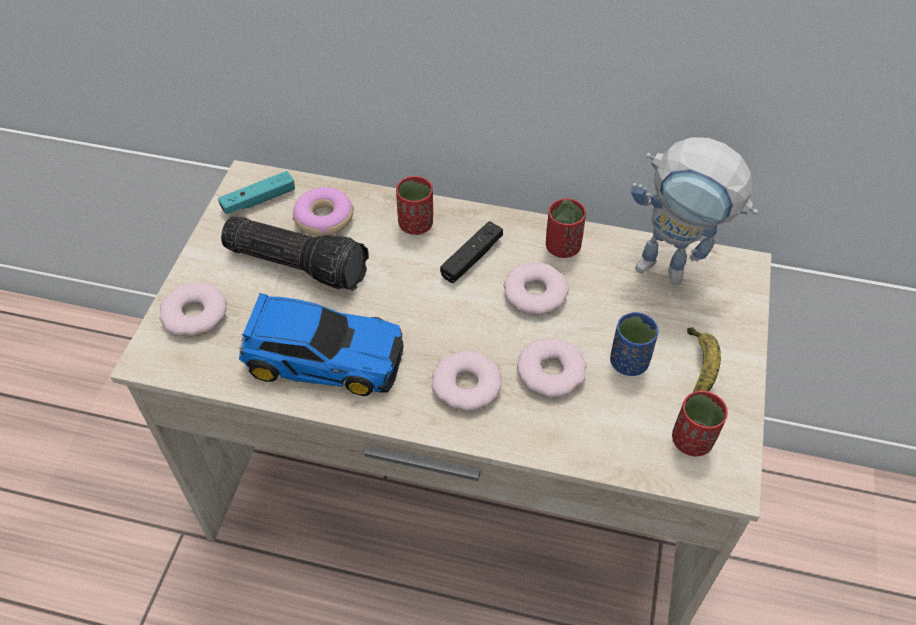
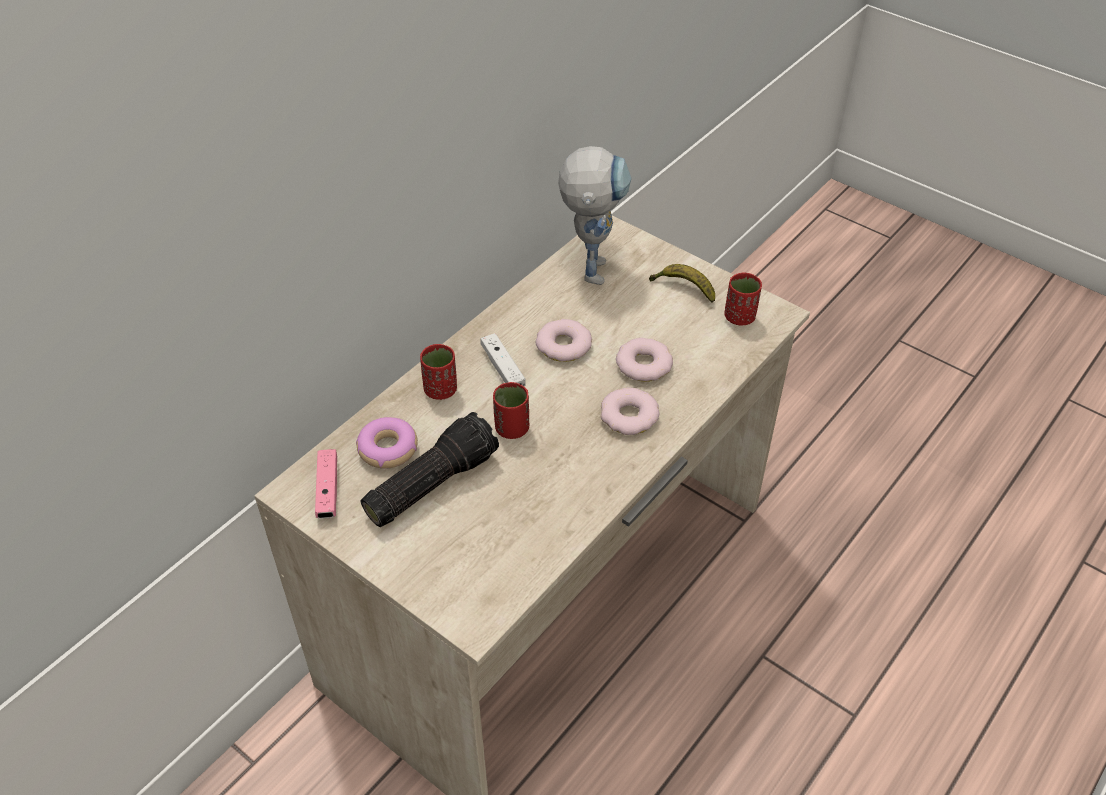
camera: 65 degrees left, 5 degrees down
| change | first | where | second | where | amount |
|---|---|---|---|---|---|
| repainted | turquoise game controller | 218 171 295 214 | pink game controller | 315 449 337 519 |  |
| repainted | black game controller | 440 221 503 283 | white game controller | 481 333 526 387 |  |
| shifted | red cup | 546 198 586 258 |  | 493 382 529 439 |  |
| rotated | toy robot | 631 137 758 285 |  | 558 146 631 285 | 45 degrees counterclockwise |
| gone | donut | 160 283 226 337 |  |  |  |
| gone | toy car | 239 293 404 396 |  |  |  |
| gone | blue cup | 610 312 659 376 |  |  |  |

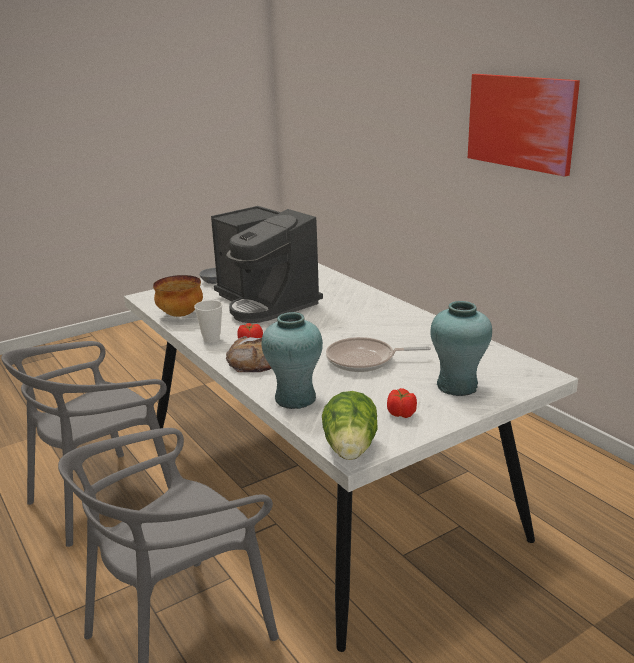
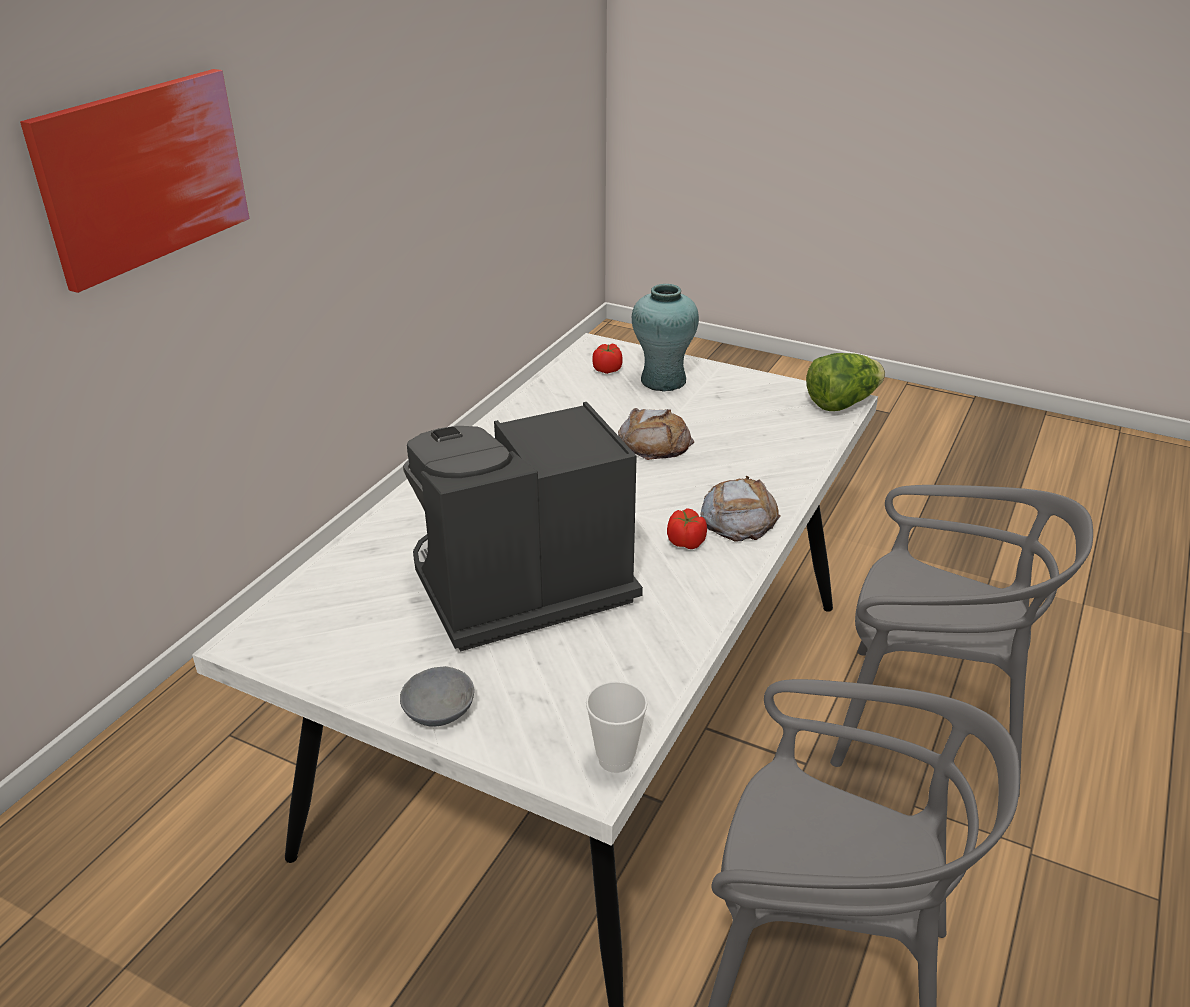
camera: 120 degrees left, 10 degrees up
| change | first | where | second | where | amount |
|---|---|---|---|---|---|
| rotated | coffee machine | 211 206 323 323 |  | 403 402 643 652 | 135 degrees counterclockwise |
| shifted | cup | 194 300 223 343 |  | 586 681 647 773 |  |
| shifted | tomato | 387 388 417 418 |  | 593 344 622 374 |  |
| swapped | frying pan | 326 337 431 372 | bread | 618 408 694 460 |  |
| gone | bowl | 153 275 203 317 |  |  |  |
| gone | turquoise vase | 262 312 323 409 |  |  |  |

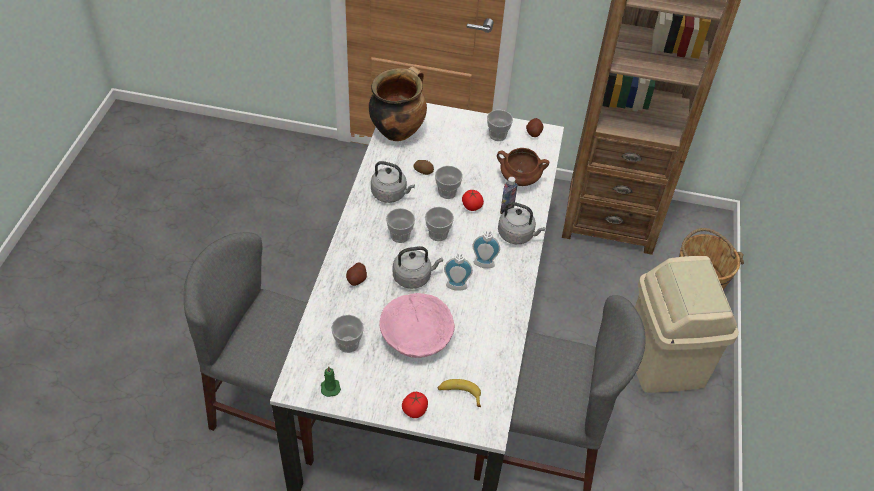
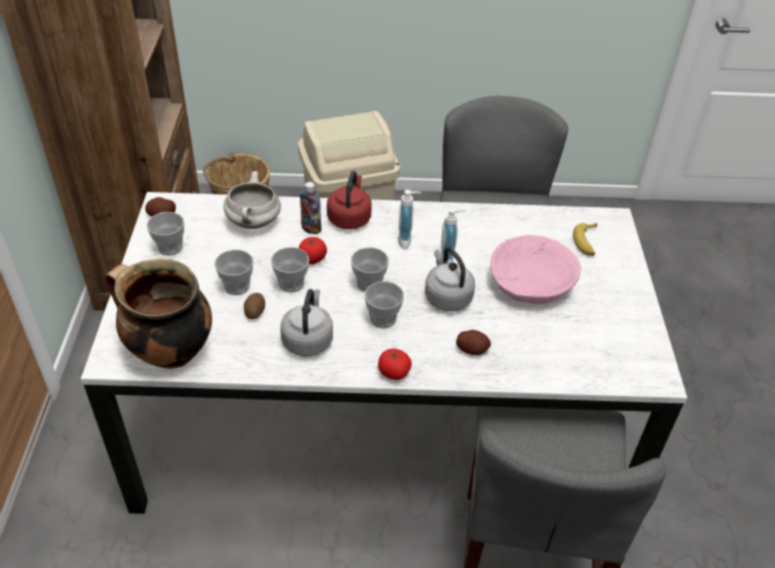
camera: 100 degrees left, 5 degrees down
| change | first | where | second | where | amount |
|---|---|---|---|---|---|
| shifted | cup | 331 315 364 353 |  | 214 250 253 295 |  |
| repainted | brown cooking pot | 497 148 549 186 | white cooking pot | 223 171 281 229 |  |
| repainted | grey kettle | 498 202 545 244 | red kettle | 327 171 372 229 |  |
| shifted | tomato | 402 392 428 418 |  | 378 349 412 380 |  |
| gone | green candle | 321 367 341 397 |  |  |  |

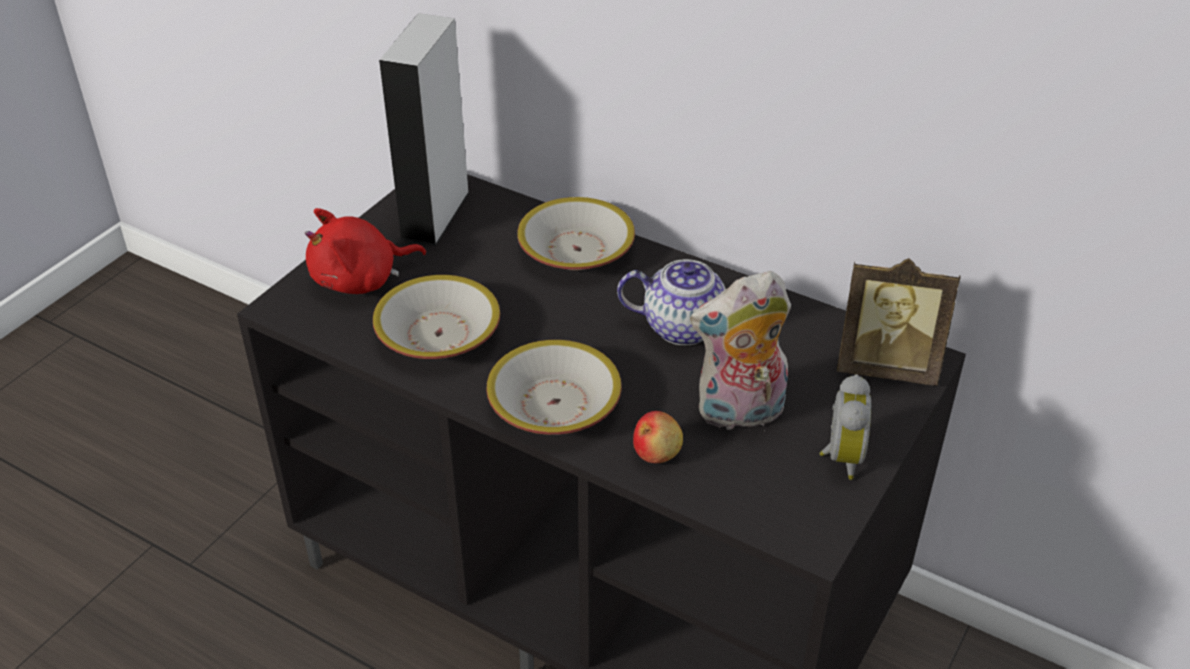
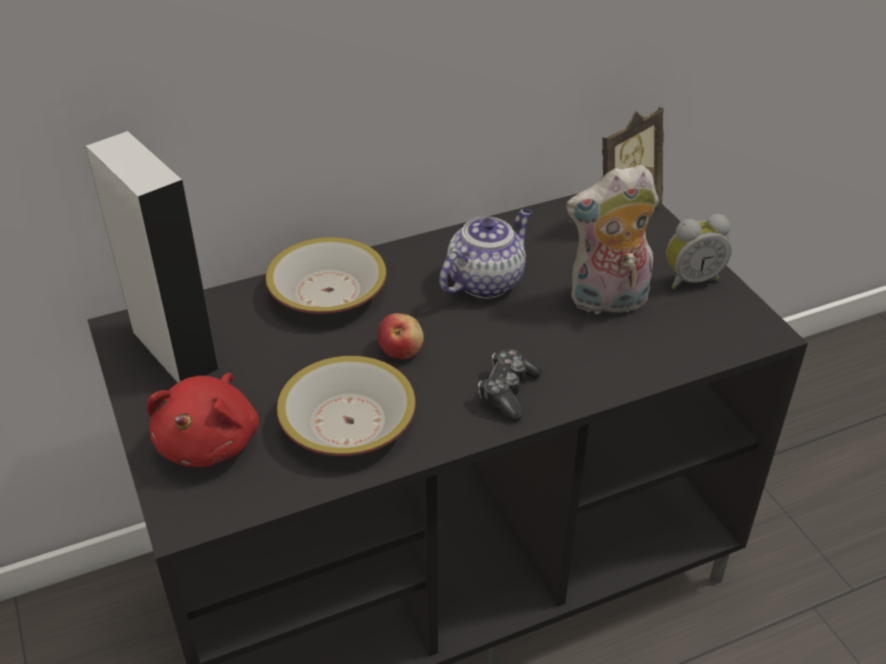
camera: 55 degrees left, 0 degrees up
| change | first | where | second | where | amount |
|---|---|---|---|---|---|
| shifted | apple | 633 411 683 463 |  | 377 313 424 359 |  |
| swapped | bowl | 486 340 622 435 | game controller | 478 349 542 421 |  |
| rotated | plush toy | 690 271 791 431 |  | 566 165 659 317 | 60 degrees clockwise |
| rotated | alarm clock | 819 374 871 480 |  | 666 214 732 289 | 120 degrees clockwise |

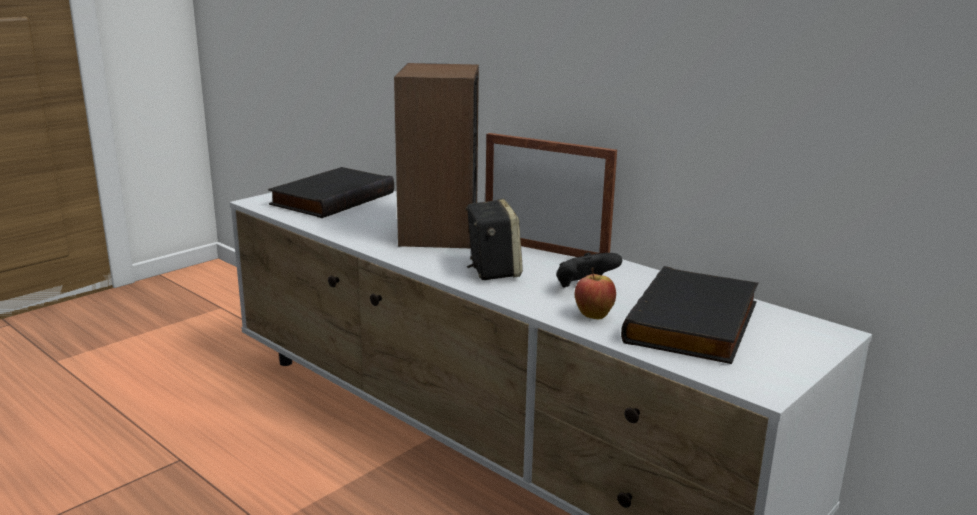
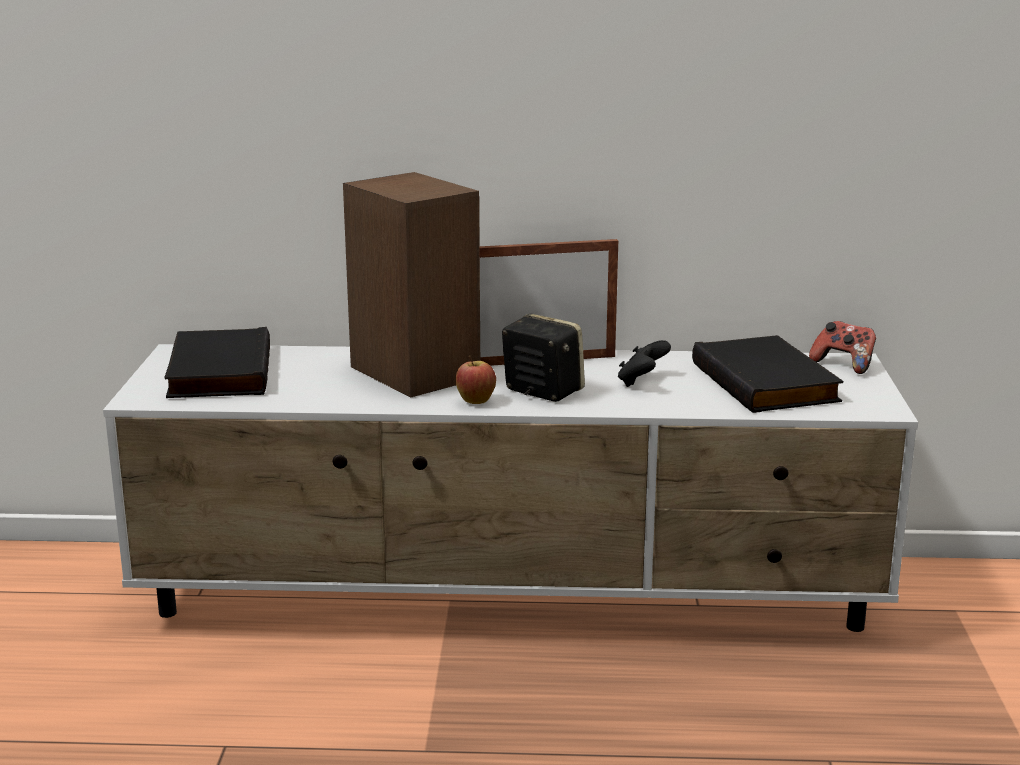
camera: 40 degrees left, 0 degrees up
| change | first | where | second | where | amount |
|---|---|---|---|---|---|
| shifted | apple | 575 268 616 319 |  | 456 355 496 404 |  |
| new |  |  | game controller | 809 321 876 374 |  |

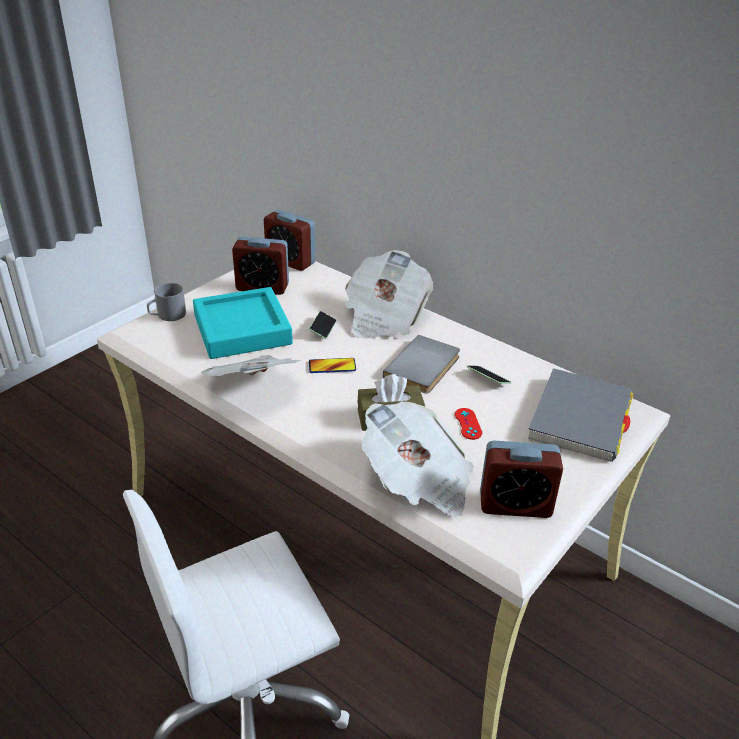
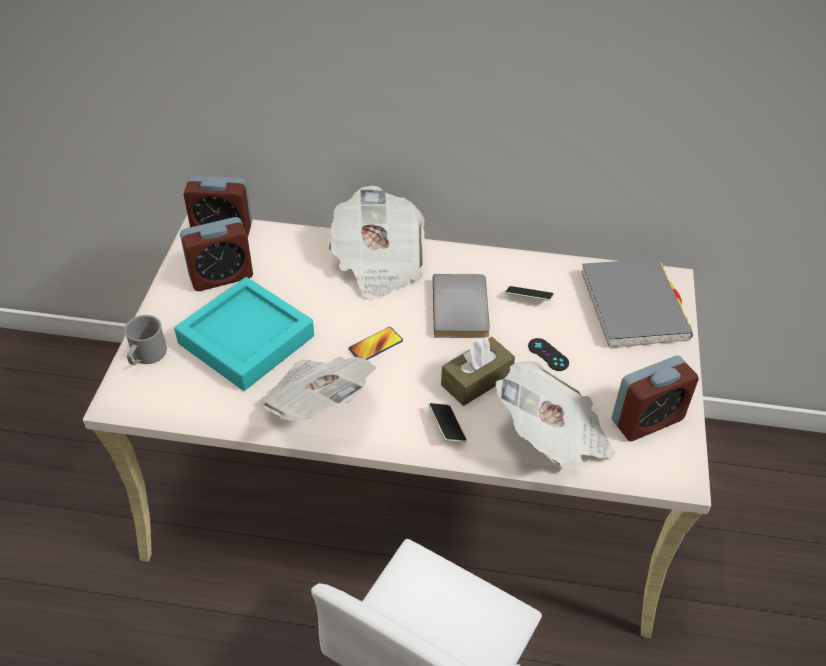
camera: 30 degrees left, 10 degrees up
| change | first | where | second | where | amount |
|---|---|---|---|---|---|
| shifted | phone | 309 311 336 339 |  | 428 403 467 442 |  |
| repainted | red game controller | 455 408 482 440 | black game controller | 528 338 569 371 |  |

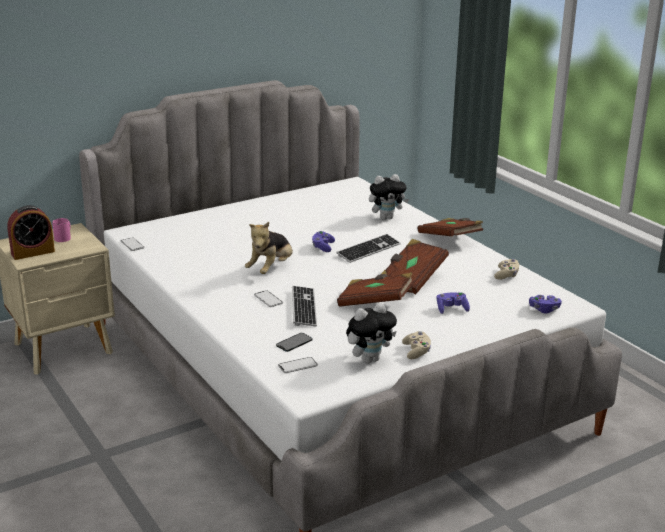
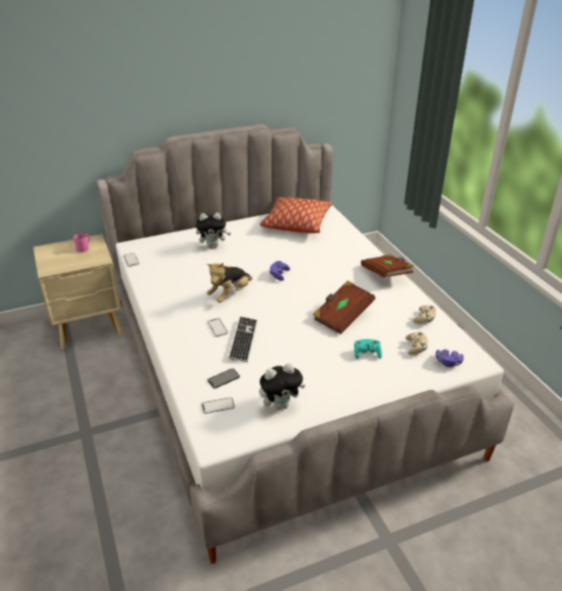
camera: 10 degrees right, 10 degrees up
| change | first | where | second | where | amount |
|---|---|---|---|---|---|
| shifted | plush toy | 369 174 409 220 |  | 196 213 231 248 |  |
| new |  |  | pillow | 260 197 332 233 |  |
| repainted | purple game controller | 437 292 470 314 | turquoise game controller | 354 339 382 359 |  |
| shifted | beige game controller | 402 331 431 359 |  | 406 332 428 355 |  |
| gone | alarm clock | 7 205 55 260 |  |  |  |
| gone | keyboard | 336 234 401 263 |  |  |  |
| gone | brown book | 337 273 414 307 |  |  |  |

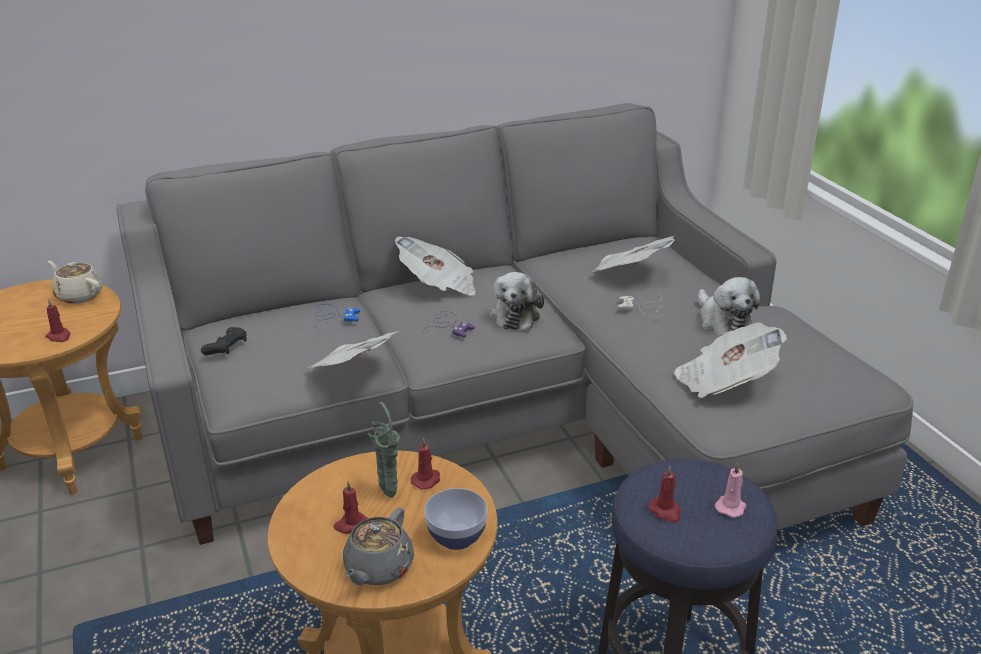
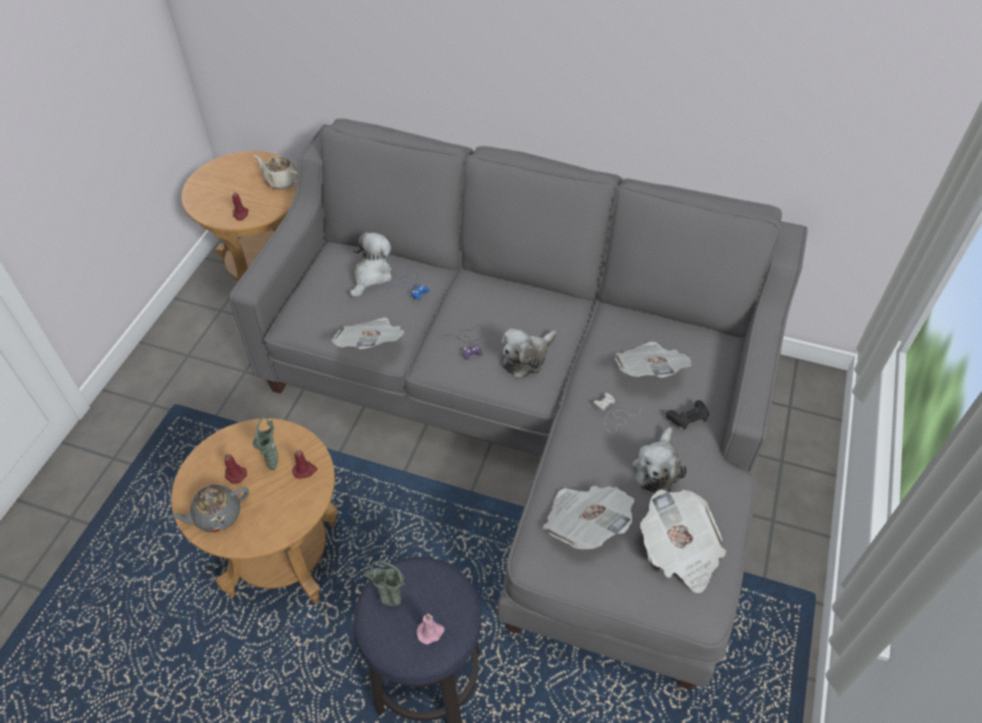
camera: 40 degrees right, 20 degrees up
| change | first | where | second | where | amount |
|---|---|---|---|---|---|
| rotated | beige teapot | 47 261 103 304 |  | 254 155 298 190 | 45 degrees counterclockwise |
| new |  |  | plush toy | 350 232 392 298 |  |
| swapped | red candle | 649 466 681 523 | green vase | 364 561 405 606 |  |
| shifted | newspaper | 395 237 475 296 |  | 640 489 726 593 |  |
| shifted | black game controller | 201 327 247 355 |  | 666 400 709 430 |  |
| gone | bowl | 424 488 488 550 |  |  |  |

